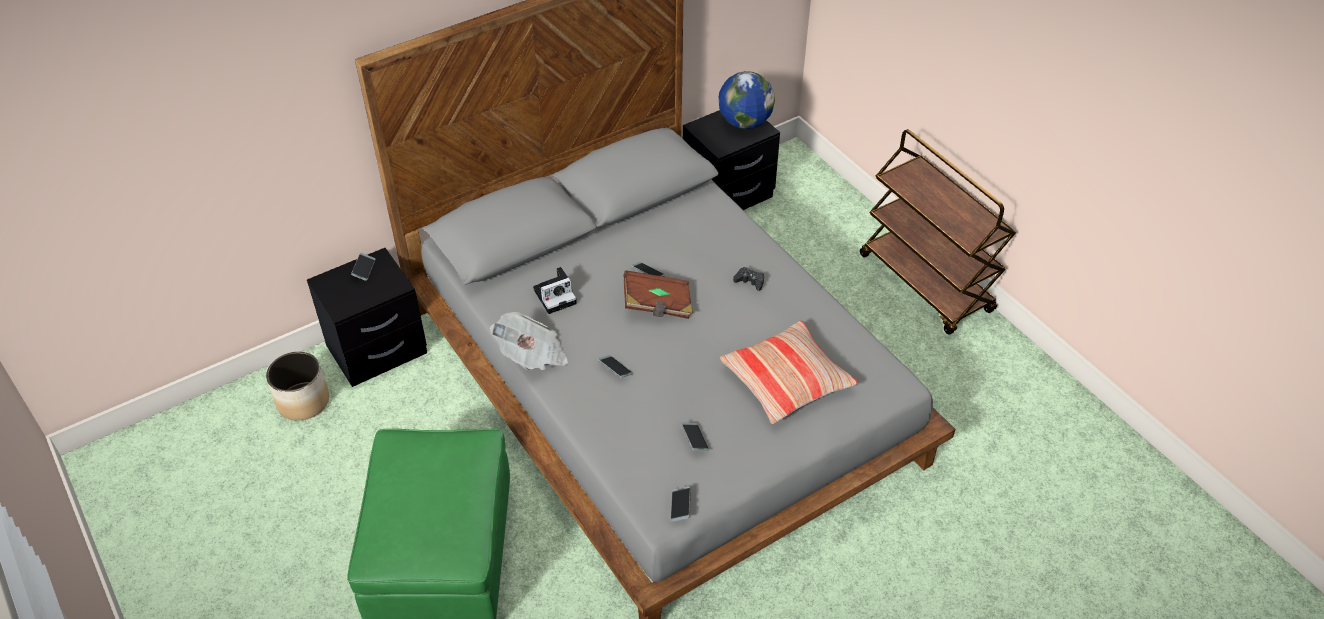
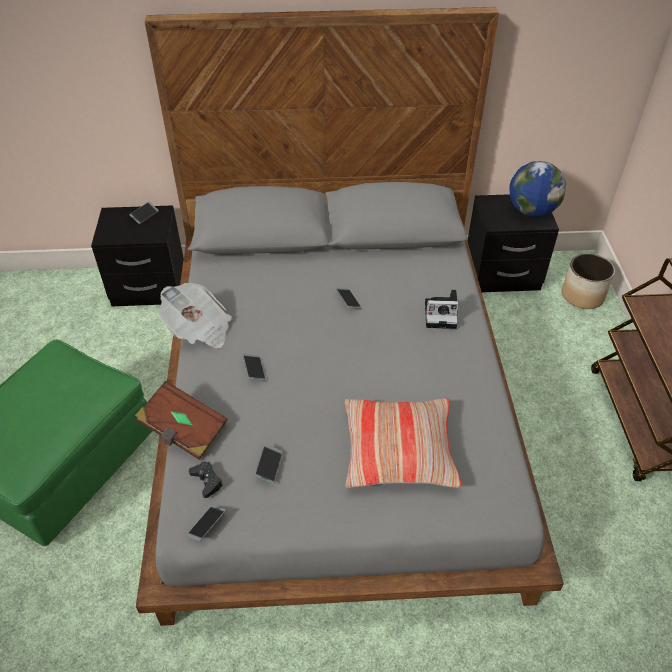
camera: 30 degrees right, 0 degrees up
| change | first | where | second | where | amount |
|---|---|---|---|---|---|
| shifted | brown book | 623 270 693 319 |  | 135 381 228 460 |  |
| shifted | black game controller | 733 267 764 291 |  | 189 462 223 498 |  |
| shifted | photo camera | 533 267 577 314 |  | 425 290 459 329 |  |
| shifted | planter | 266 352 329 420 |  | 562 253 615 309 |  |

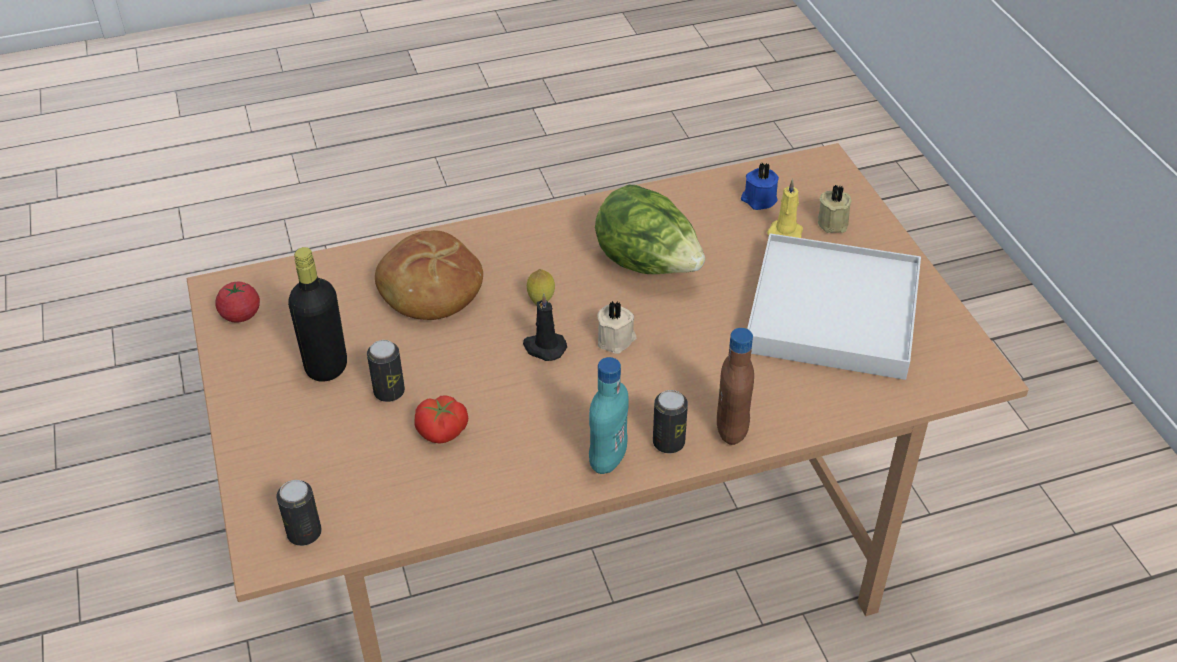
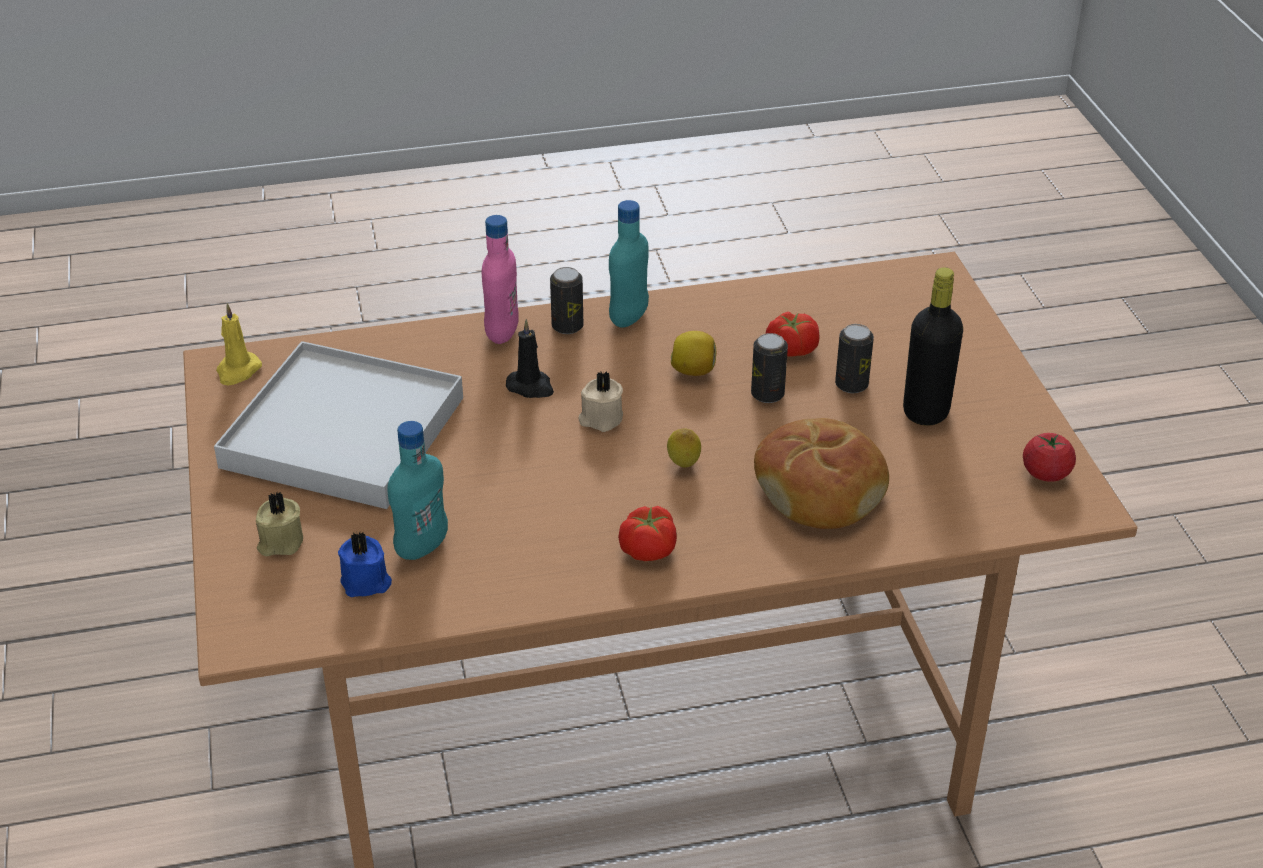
camera: 175 degrees left, 5 degrees down
| change | first | where | second | where | amount |
|---|---|---|---|---|---|
| shifted | yellow candle | 767 179 803 238 |  | 216 303 262 385 |  |
| new |  |  | turquoise bottle | 388 421 448 560 |  |
| repainted | brown bottle | 717 328 754 445 | pink bottle | 482 215 519 344 |  |
| shifted | black candle | 523 293 567 361 |  | 506 319 554 398 |  |
| new |  |  | tomato | 618 506 677 561 |  |
| new |  |  | lemon | 671 331 716 376 |  |
| shifted | can | 277 480 322 546 |  | 751 333 788 403 |  |
| gone | lettuce | 595 185 705 274 |  |  |  |

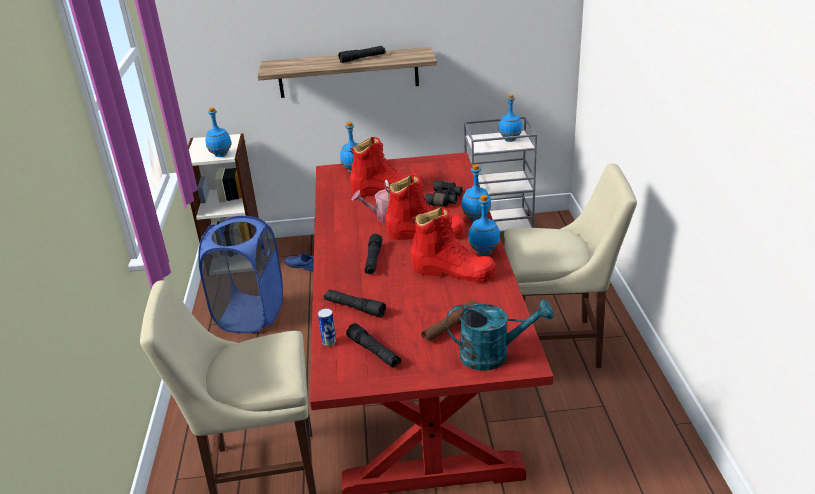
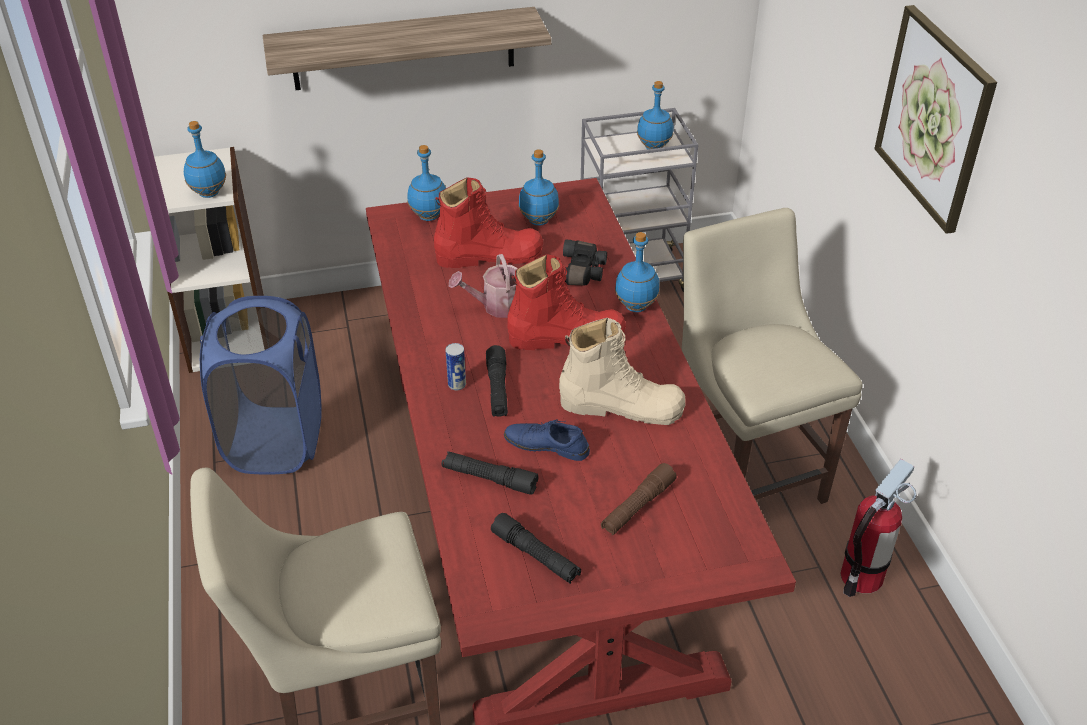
camera: 10 degrees left, 10 degrees up
| change | first | where | second | where | amount |
|---|---|---|---|---|---|
| shifted | can | 318 308 336 347 |  | 445 343 466 390 |  |
| shifted | blue shoe | 284 253 314 272 |  | 504 420 590 461 |  |
| shifted | blue bottle | 468 195 500 255 |  | 519 149 559 226 |  |
| repainted | red boot | 411 207 496 283 | beige boot | 559 318 686 425 |  |
| rotated | beige chair | 504 163 637 368 |  | 682 208 862 504 | 105 degrees counterclockwise |
| new |  |  | fire extinguisher | 840 459 917 597 |  |
| new |  |  | picture | 874 5 997 234 |  |
| gone | black flashlight | 338 46 385 63 |  |  |  |
| gone | turquoise watering can | 446 299 554 371 |  |  |  |

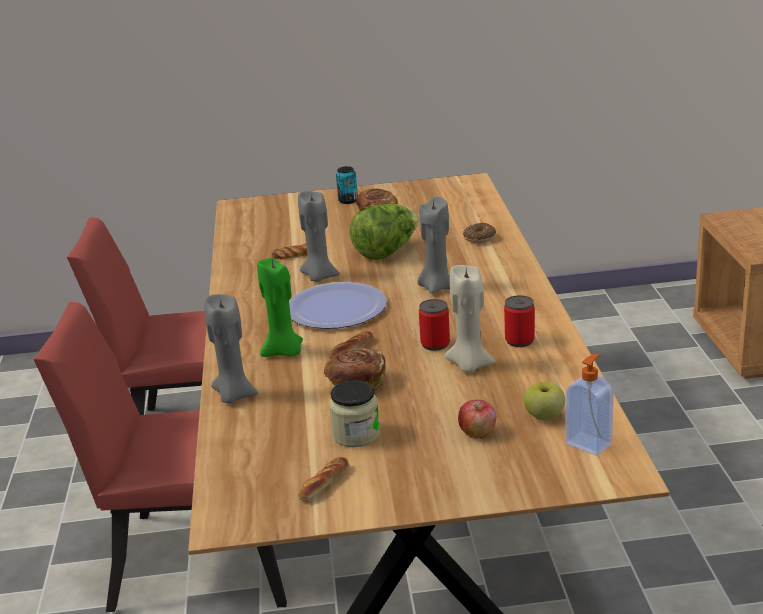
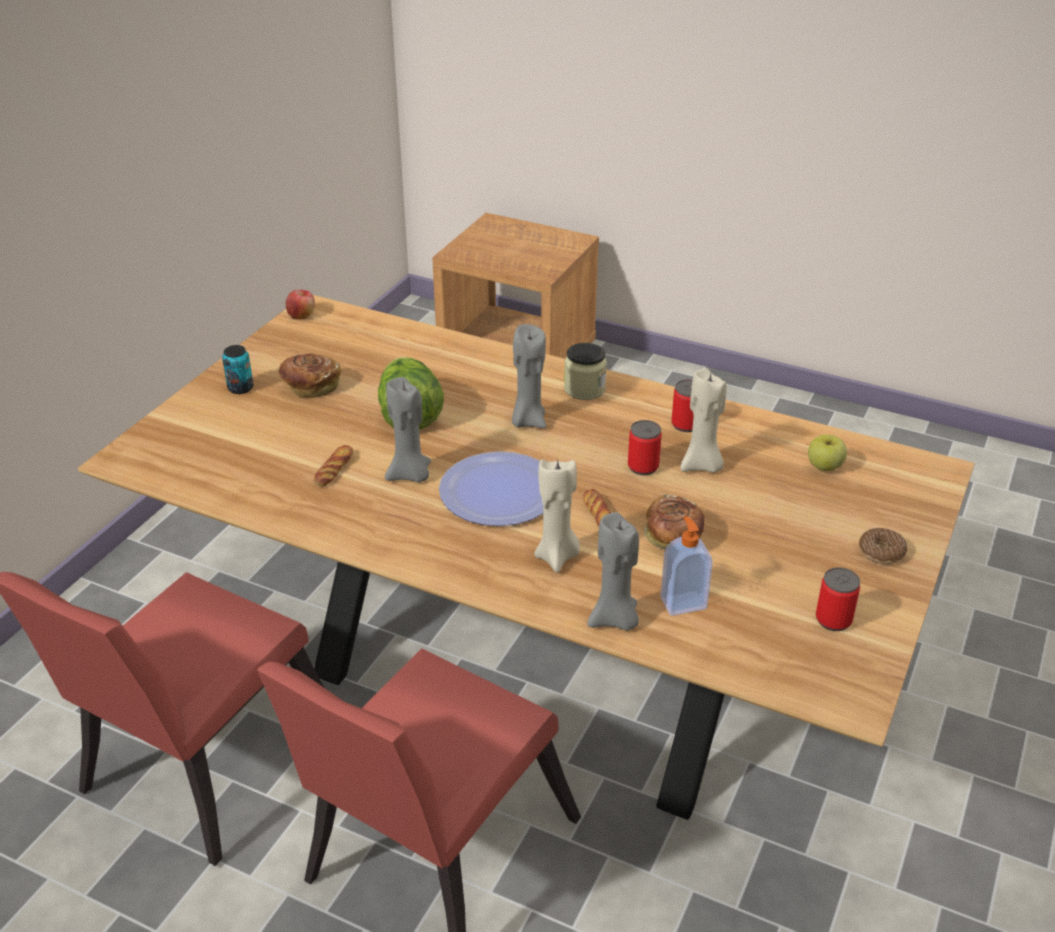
camera: 60 degrees left, 10 degrees up
| change | first | where | second | where | amount |
|---|---|---|---|---|---|
| shifted | apple | 458 400 496 438 |  | 286 290 315 319 |  |
| repainted | green candle | 257 258 303 357 | beige candle | 534 459 580 573 |  |
| shifted | jar | 329 380 380 447 |  | 564 343 607 400 |  |
| shifted | soap dispenser | 565 354 614 456 |  | 660 516 713 616 |  |
| swapped | bread | 298 457 349 501 | can | 816 567 860 631 |  |
| shifted | donut | 463 223 496 243 |  | 859 528 907 564 |  |

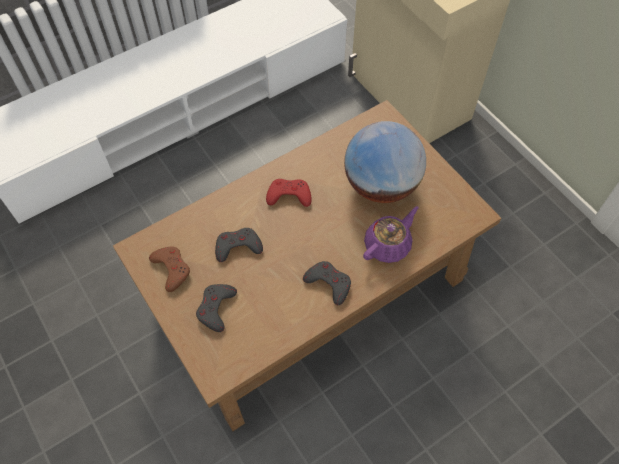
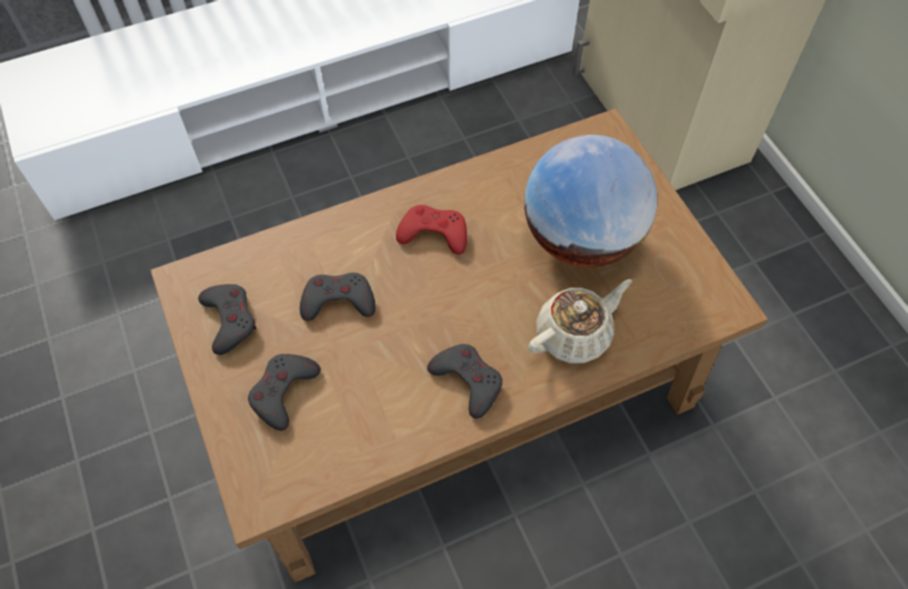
camera: 10 degrees right, 0 degrees up
| change | first | where | second | where | amount |
|---|---|---|---|---|---|
| repainted | brown game controller | 149 246 190 292 | grey game controller | 198 284 256 355 |  |
| repainted | purple teapot | 363 206 418 263 | beige teapot | 528 279 632 363 |  |

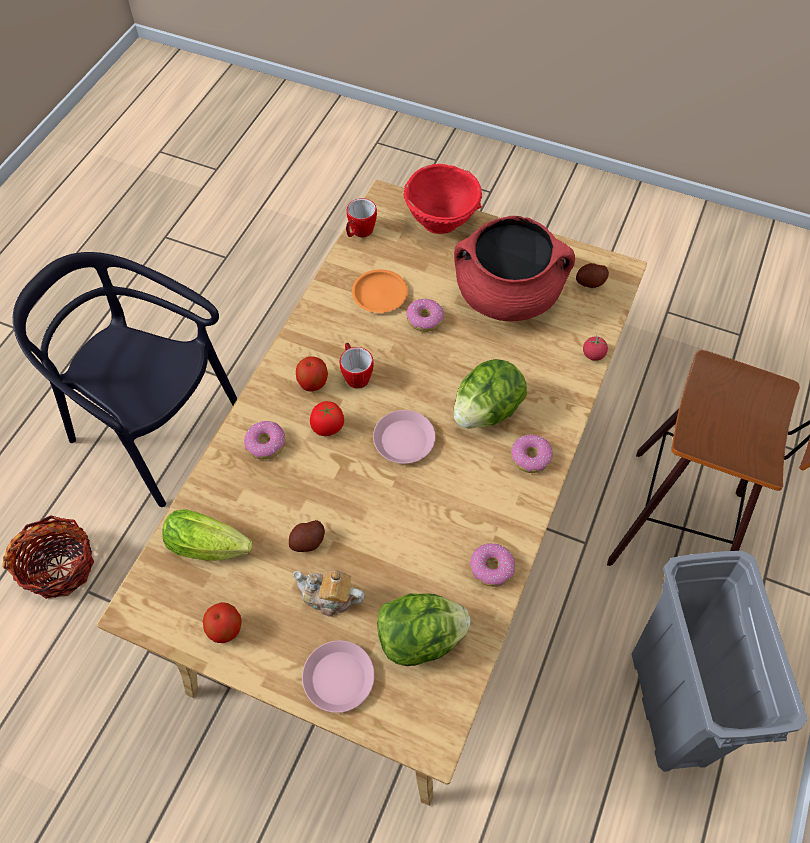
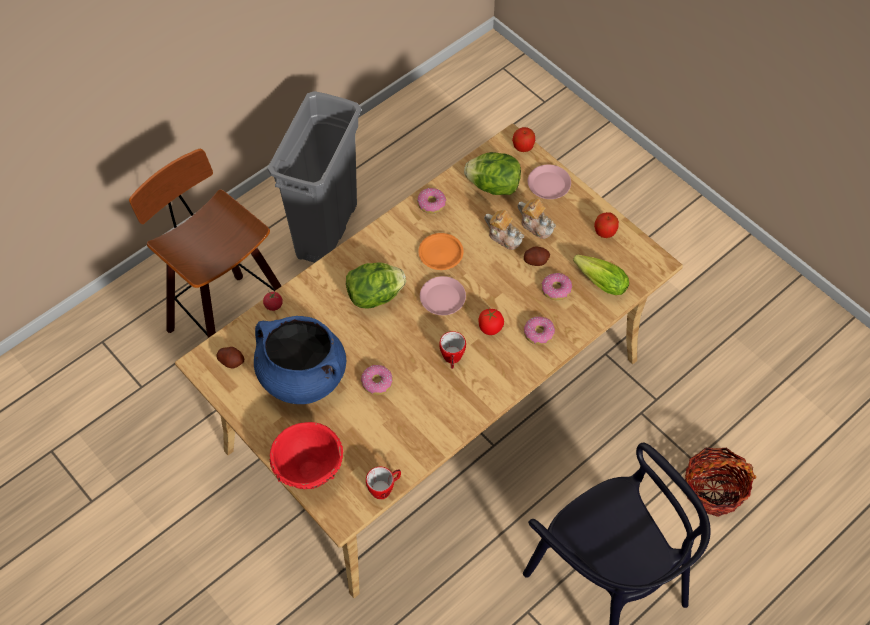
camera: 155 degrees left, 0 degrees up
| change | first | where | second | where | amount |
|---|---|---|---|---|---|
| repainted | red cooking pot | 454 216 575 321 | blue cooking pot | 254 316 346 404 |  |
| shifted | orange plate | 352 269 408 313 |  | 418 233 464 270 |  |
| new |  |  | teapot | 484 210 525 250 |  |
| shifted | apple | 296 356 328 392 |  | 512 127 535 152 |  |
| shifted | donut | 511 435 553 473 |  | 542 273 572 301 |  |

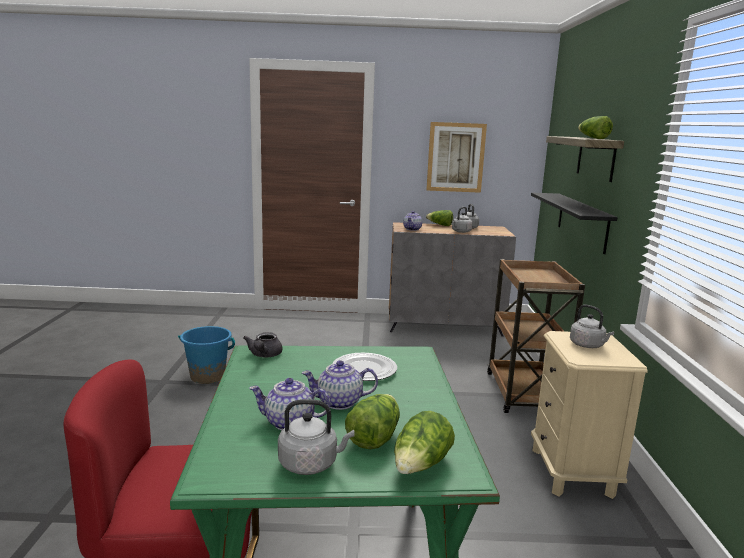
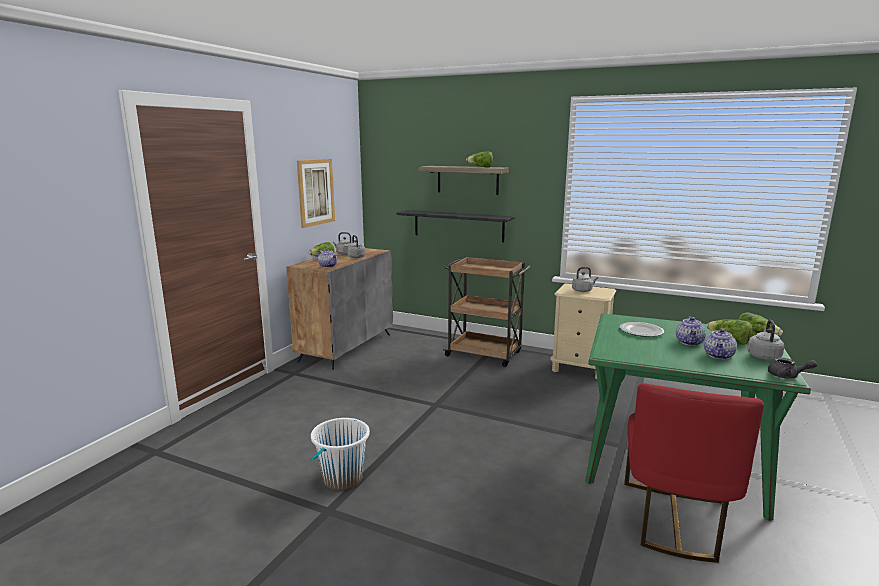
camera: 65 degrees left, 0 degrees up
| change | first | where | second | where | amount |
|---|---|---|---|---|---|
| repainted | blue bucket | 178 326 235 384 | white bucket | 310 418 370 490 |  |
| shifted | grey teapot | 243 332 283 358 |  | 768 357 817 379 |  |

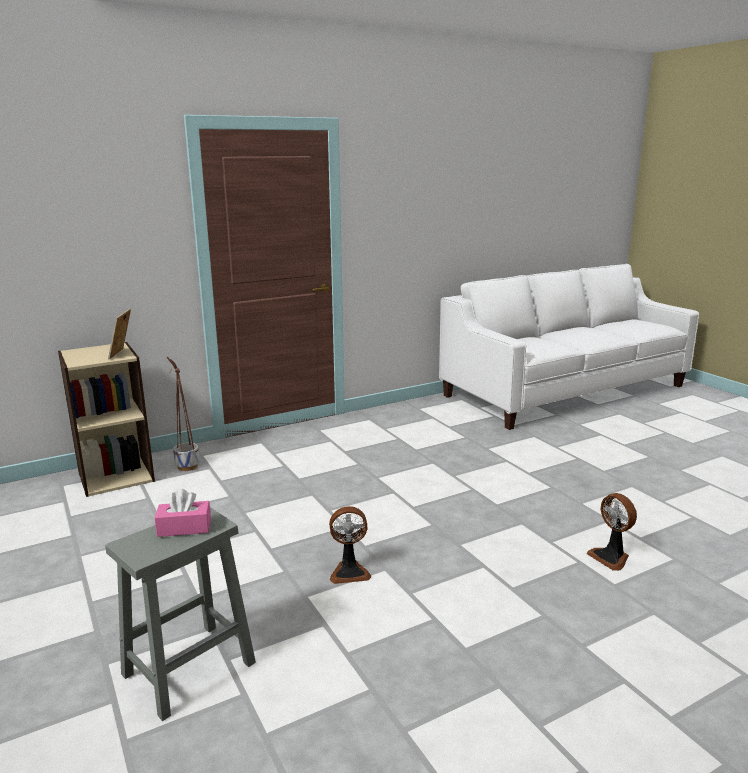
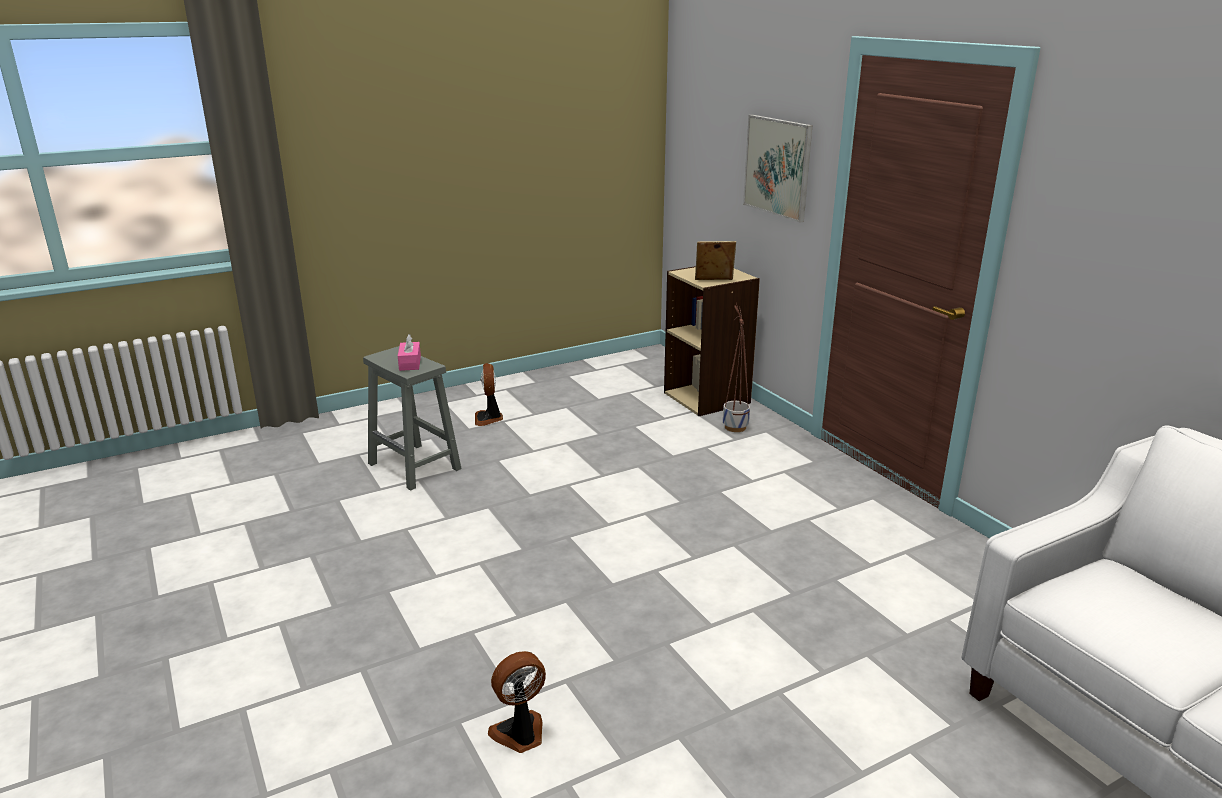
camera: 90 degrees right, 5 degrees up
| change | first | where | second | where | amount |
|---|---|---|---|---|---|
| shifted | fan | 329 506 371 584 |  | 475 363 503 426 |  |
| new |  |  | picture | 743 115 813 223 |  |

